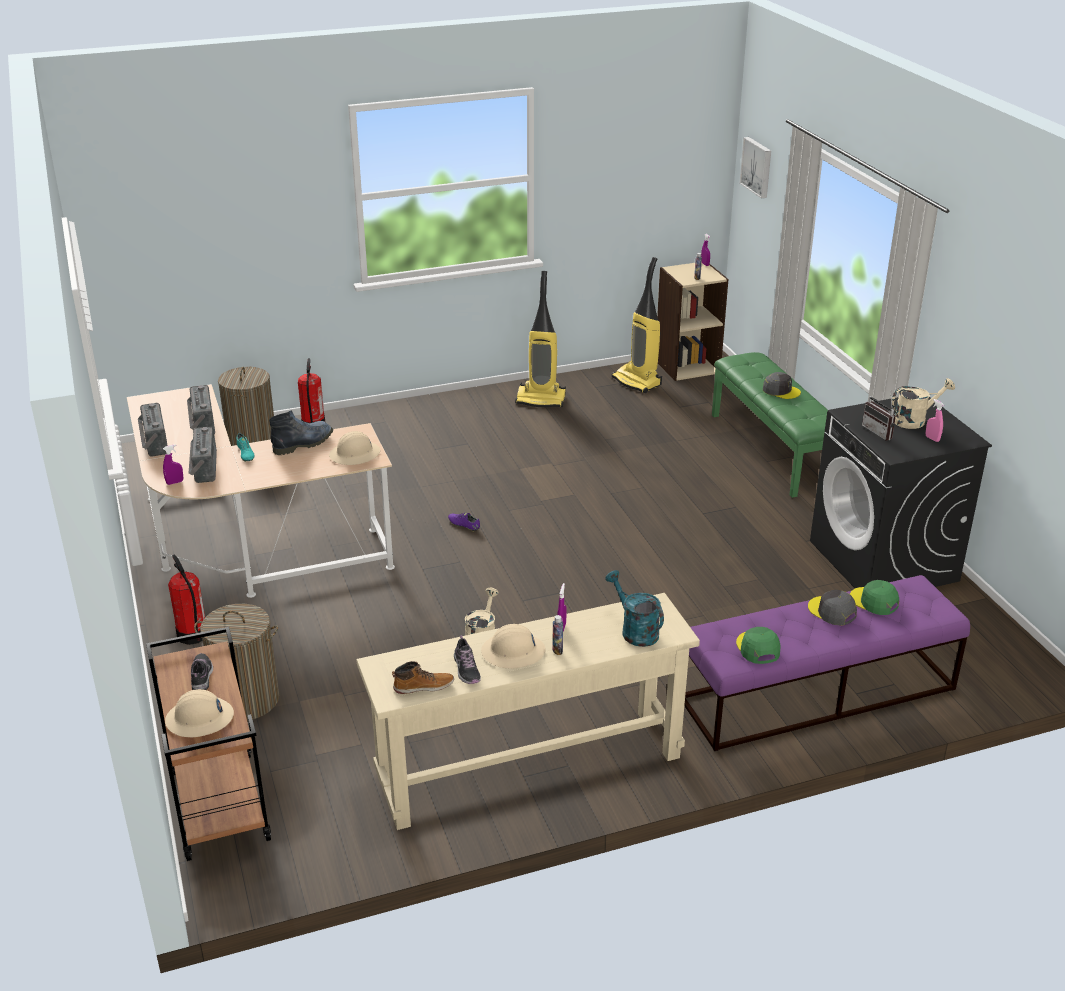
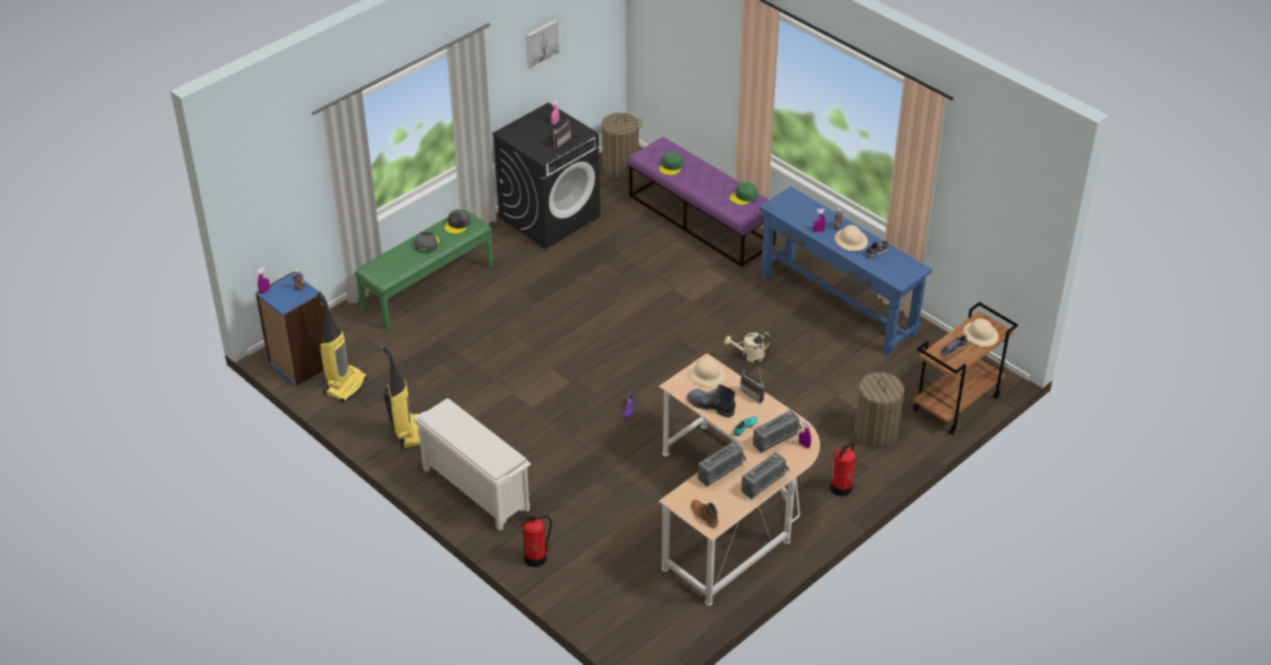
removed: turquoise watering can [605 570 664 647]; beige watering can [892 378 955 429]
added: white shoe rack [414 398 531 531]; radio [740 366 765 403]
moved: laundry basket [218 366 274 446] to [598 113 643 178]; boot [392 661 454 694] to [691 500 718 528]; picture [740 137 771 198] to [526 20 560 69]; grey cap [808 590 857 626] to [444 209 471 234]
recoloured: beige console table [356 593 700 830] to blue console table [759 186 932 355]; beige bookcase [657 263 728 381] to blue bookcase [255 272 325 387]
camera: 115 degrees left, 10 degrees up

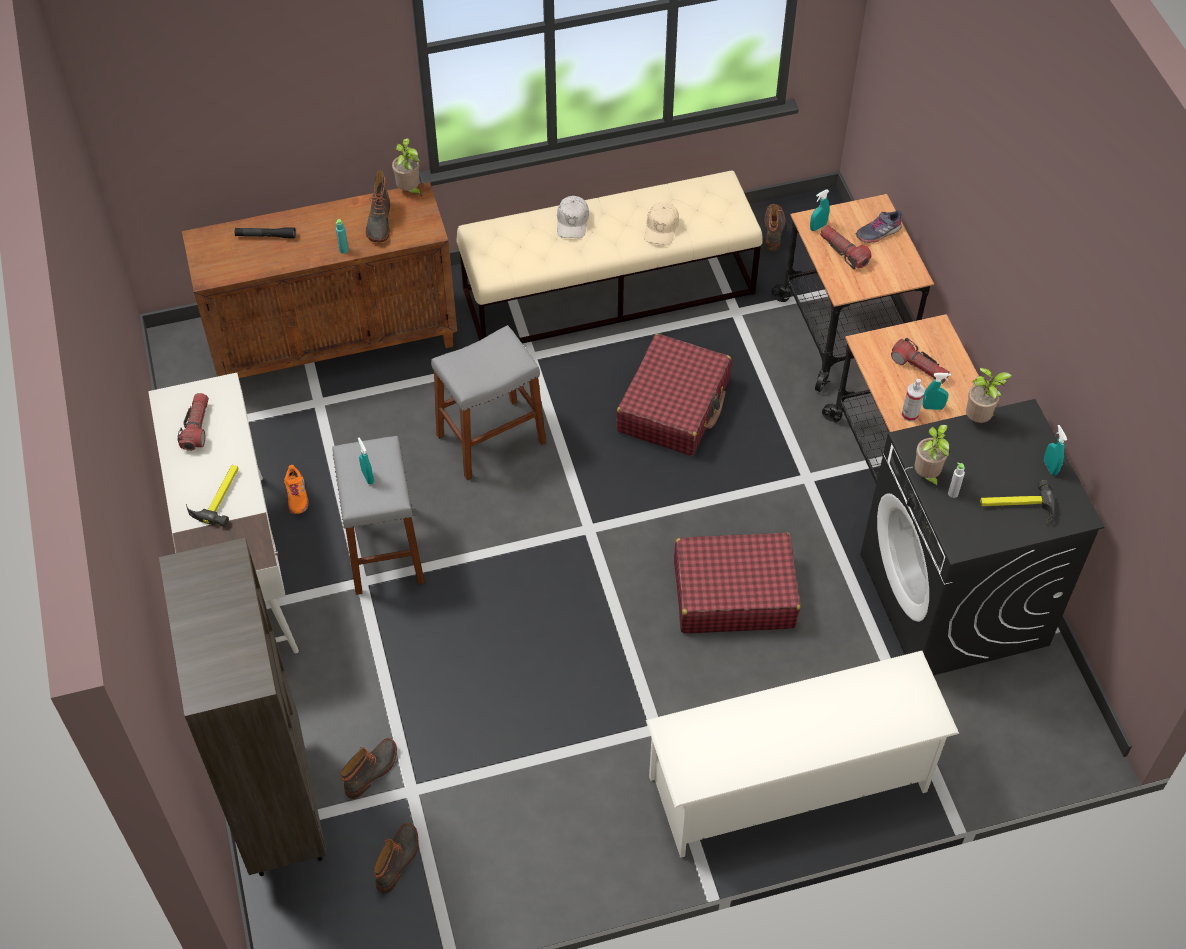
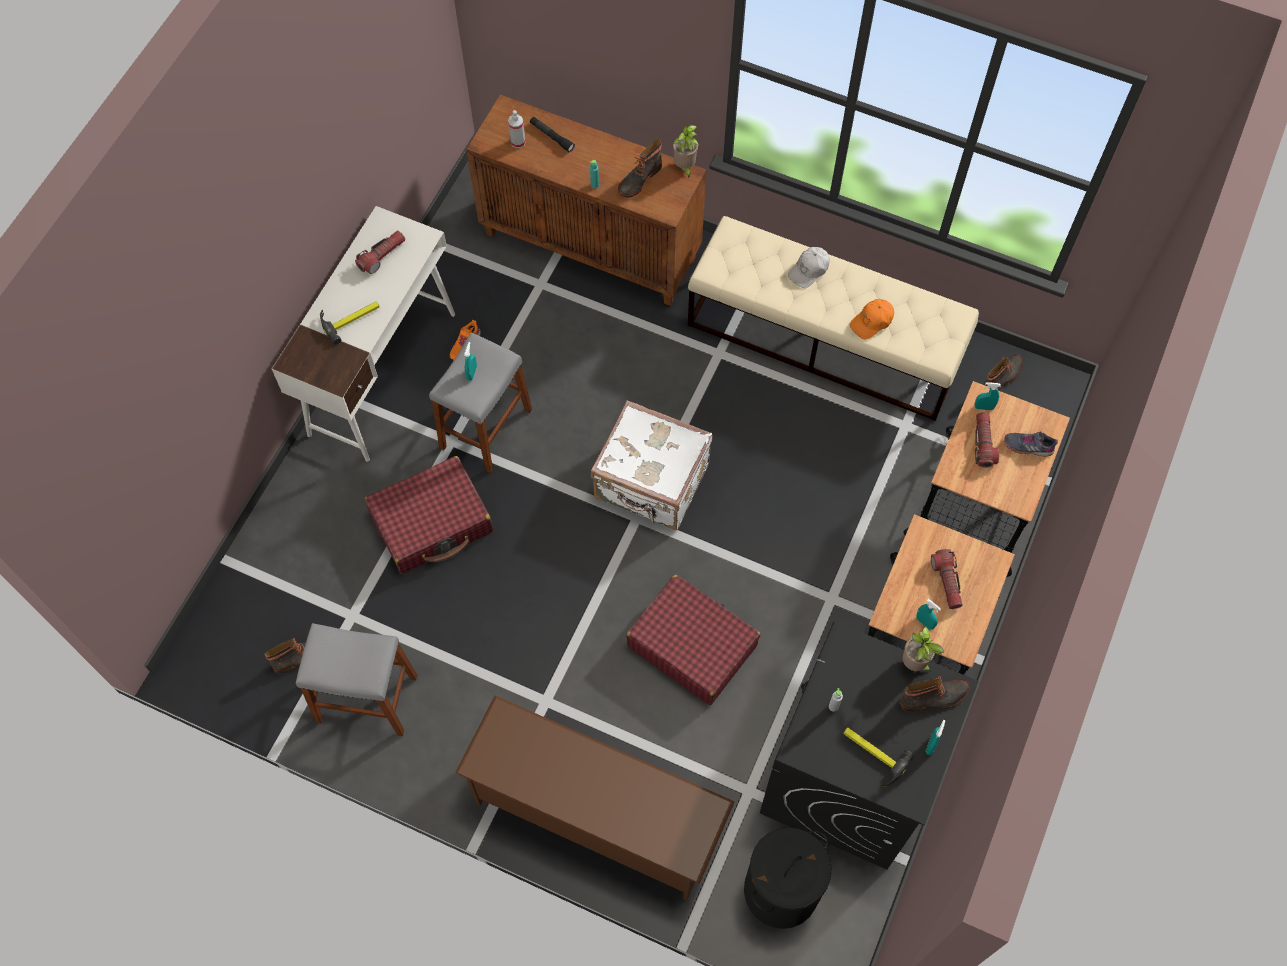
removed: brown bookcase [159 538 326 876]; potted plant [914 425 950 488]
added: white suitcase [591 400 713 530]; black laundry basket [744 827 832 929]
moved: boot [341 738 397 799] to [900 676 970 712]; grey stool [431 325 546 480] to [296 623 417 736]; red suitcase [616 334 732 456] to [365 456 493 574]; spray bottle [902 379 925 422] to [508 110 526 148]
recoloured: beige cap [644 202 679 245] to orange cap [850 299 894 339]; white shoe rack [646 651 959 858] to brown shoe rack [455 695 735 901]
camera: 40 degrees right, 10 degrees up

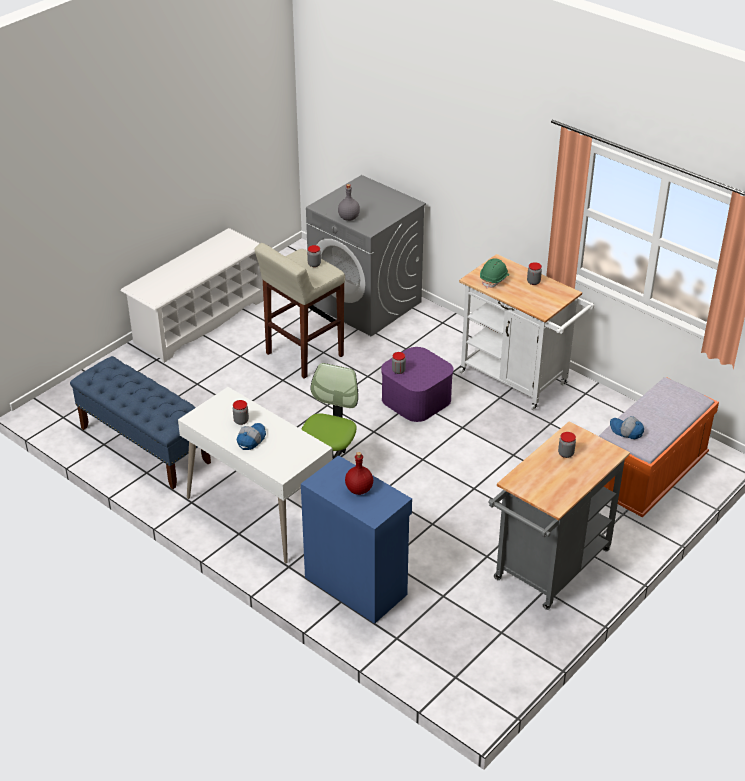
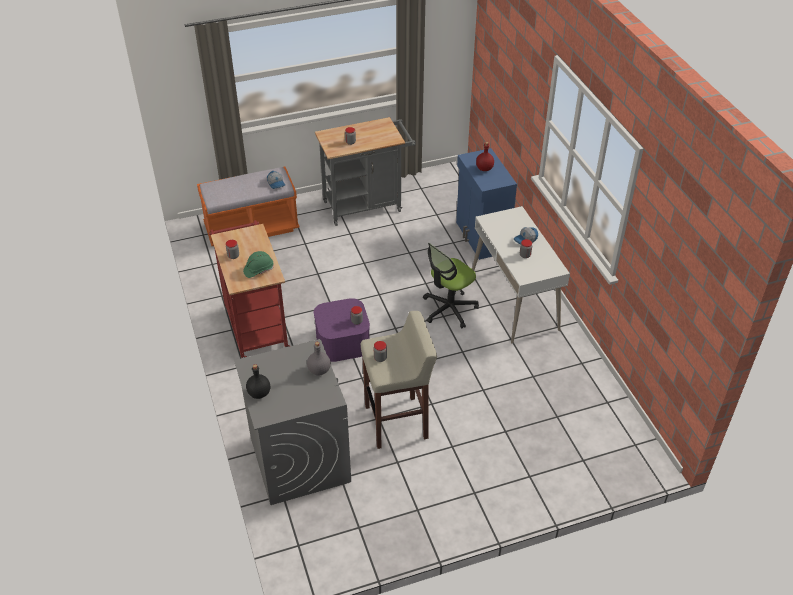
removed: blue bench [70 356 211 489]; white shoe rack [121 228 264 363]
added: black bottle [246 364 270 399]
recoloured: white cart [459 254 594 410] to red cart [209 220 290 358]
camera: 150 degrees left, 5 degrees up

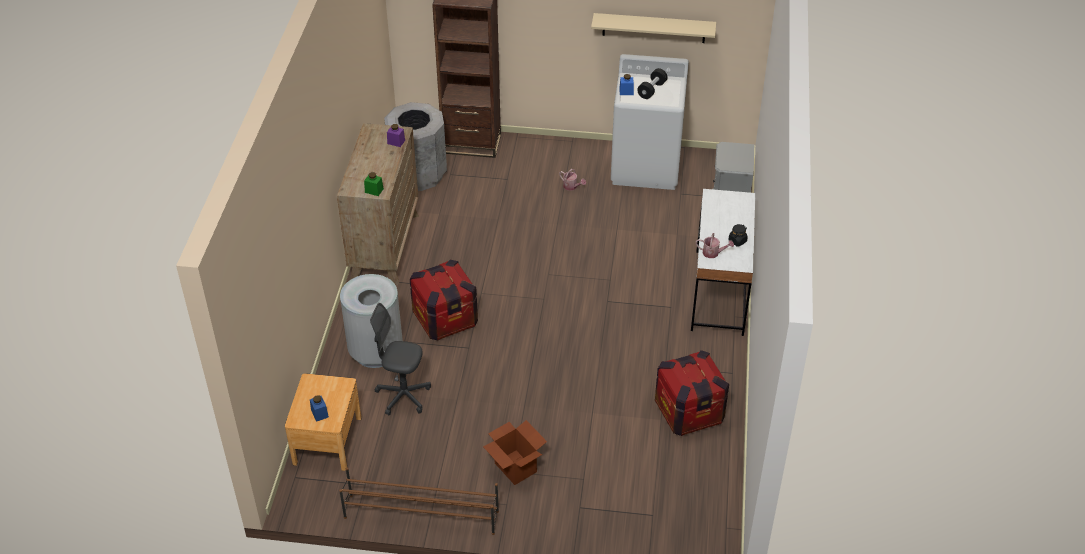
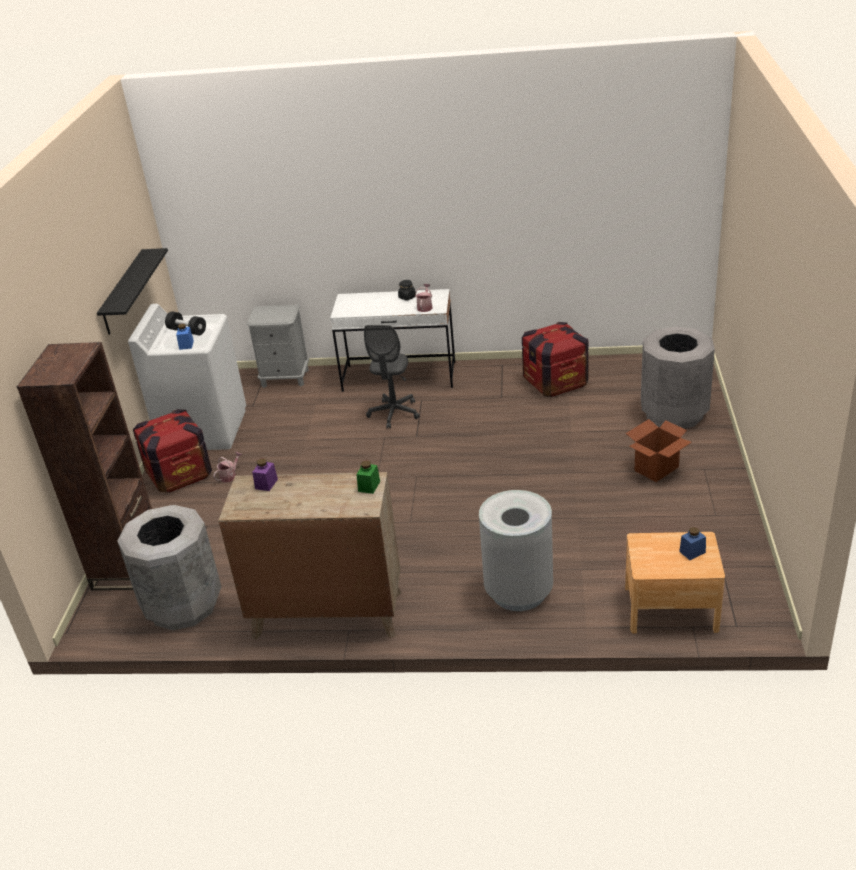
removed: brown shoe rack [339 468 499 535]
added: grey trash can [641 326 715 429]
moved: grey office chair [370 303 431 415] to [364 325 419 429]; crate [410 260 478 340] to [133 409 212 493]
recoloured: beige shelf [591 13 716 43] to black shelf [97 248 168 335]
camera: 90 degrees left, 10 degrees down

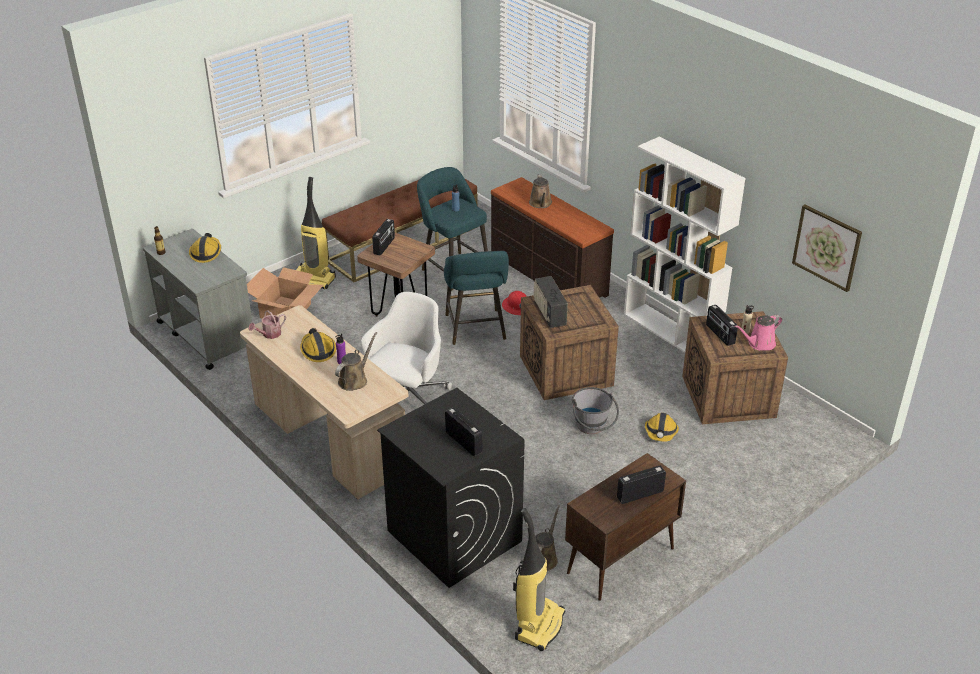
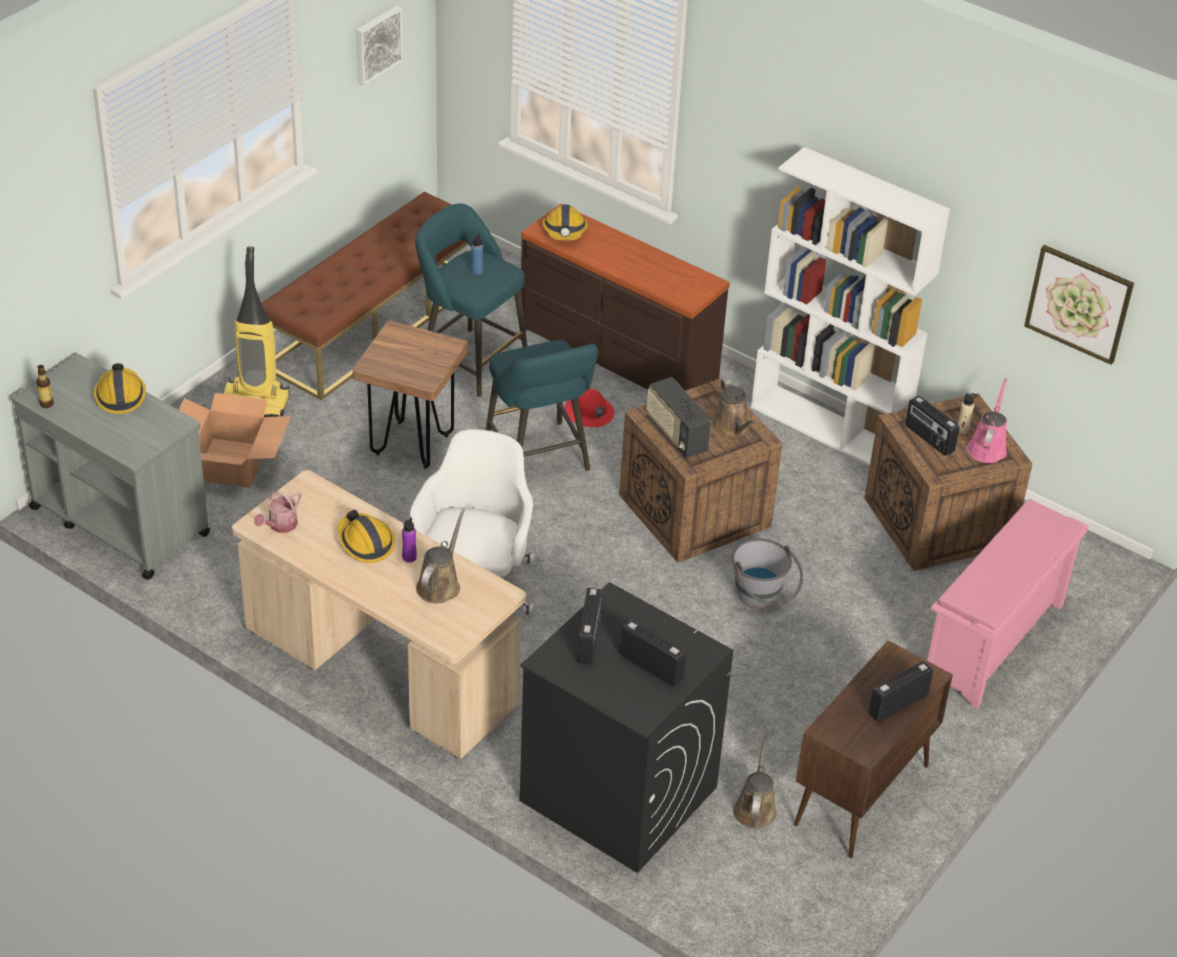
removed: vacuum cleaner [513 508 565 651]
added: picture [356 6 403 86]; pink shoe rack [927 499 1088 709]
moved: radio [372 219 395 256] to [578 588 601 664]; brown watering can [529 174 552 208] to [712 378 755 438]; hard hat [645 413 679 442] to [542 204 588 240]
turned: pink watering can [735 315 782 350] = [967 378 1007 463] 150 degrees clockwise
camera: 15 degrees left, 5 degrees up

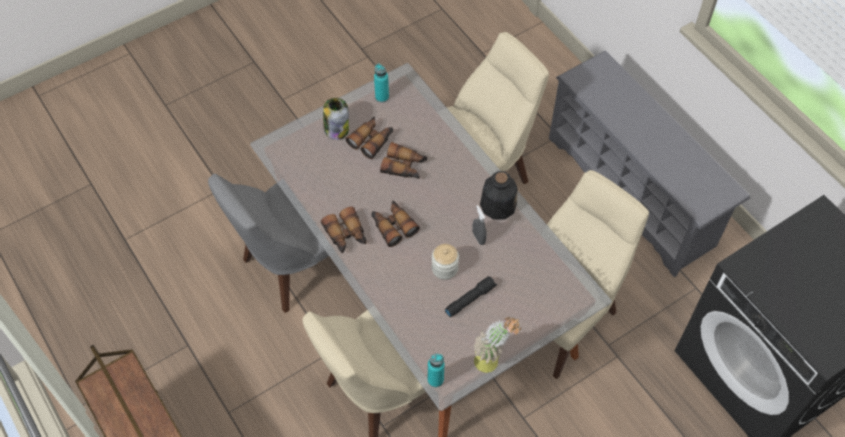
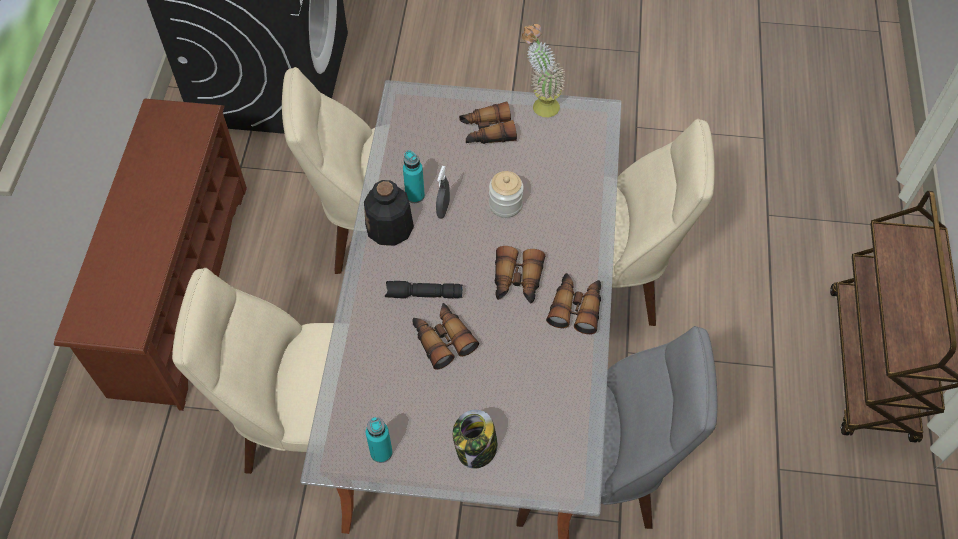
moved: binoculars [346 116 393 159] to [459 101 517 144]; turquoise bottle [428 353 445 387] to [403 150 425 203]; black flashlight [445 276 497 317] to [385 281 463 298]
recoloured: grey shoe rack [549 51 750 277] to brown shoe rack [54 99 247 411]
camera: 140 degrees left, 0 degrees up

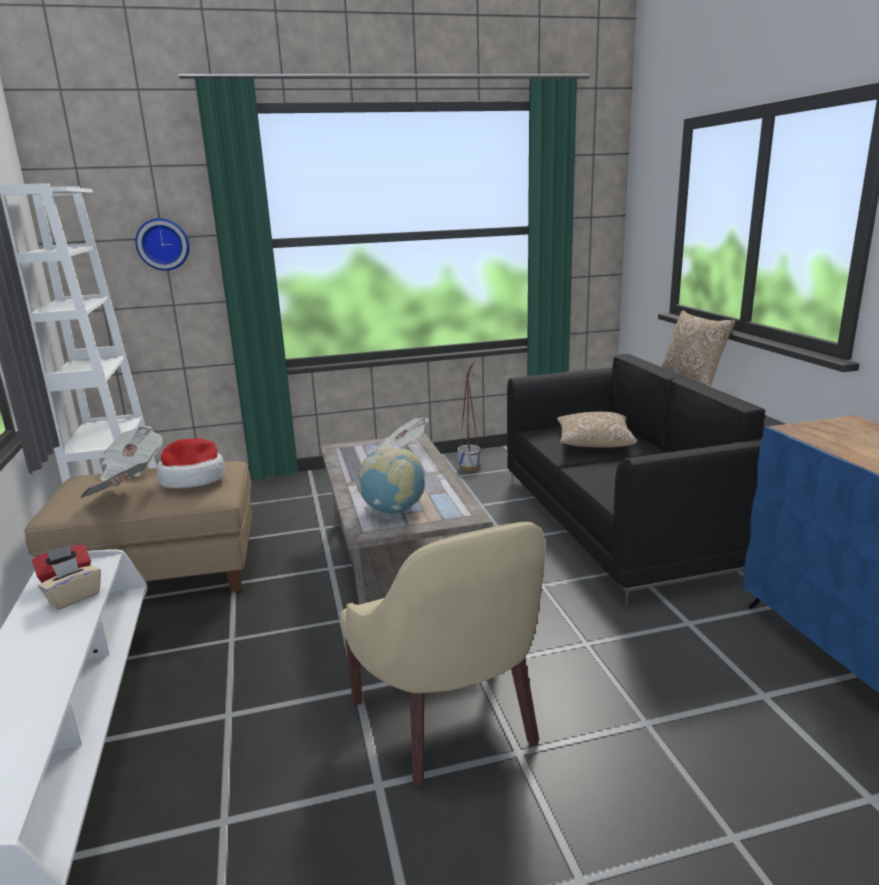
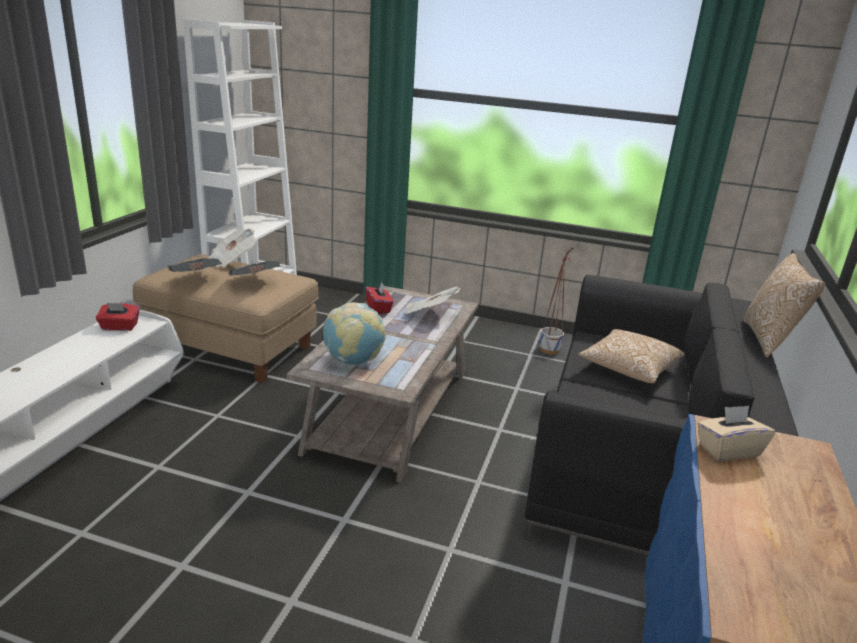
removed: wall clock [135 218 190 271]; beige armchair [340 522 545 786]
added: red tissue box [365 282 394 314]
moved: beige tissue box [38 557 101 610] to [698 406 775 461]
replaced: hat [156 438 225 488] to newspaper [228 261 280 276]
camera: 30 degrees right, 5 degrees up

